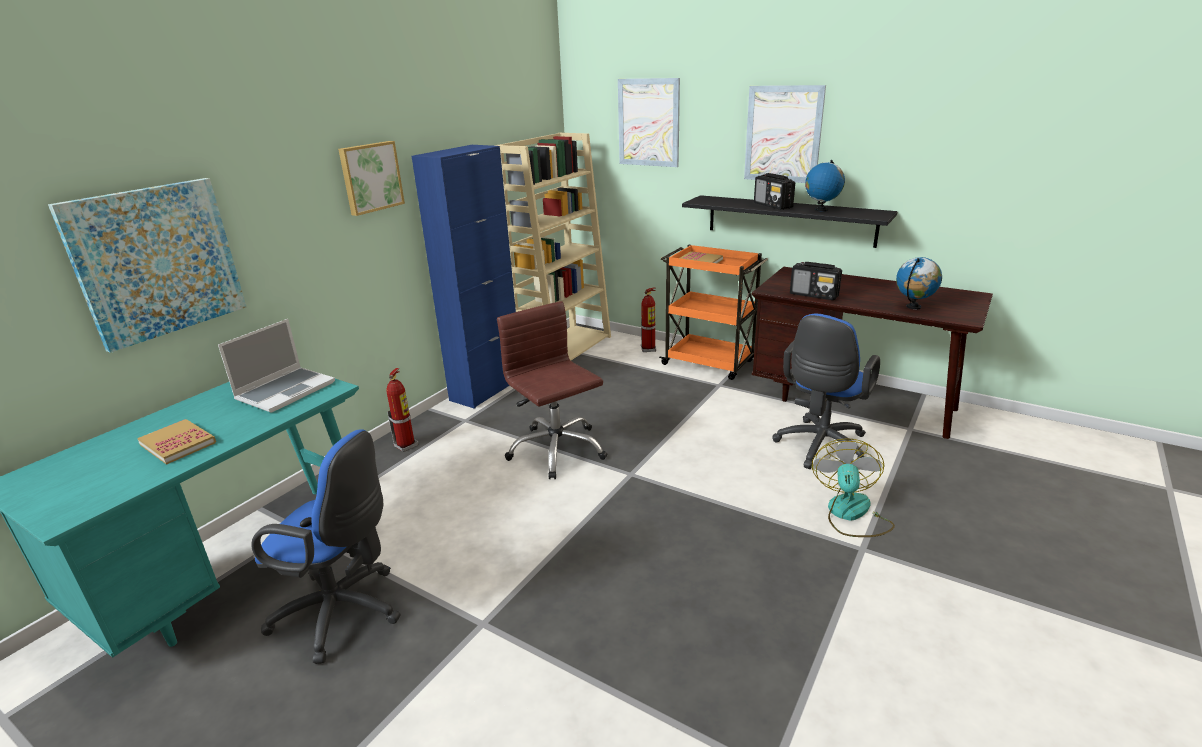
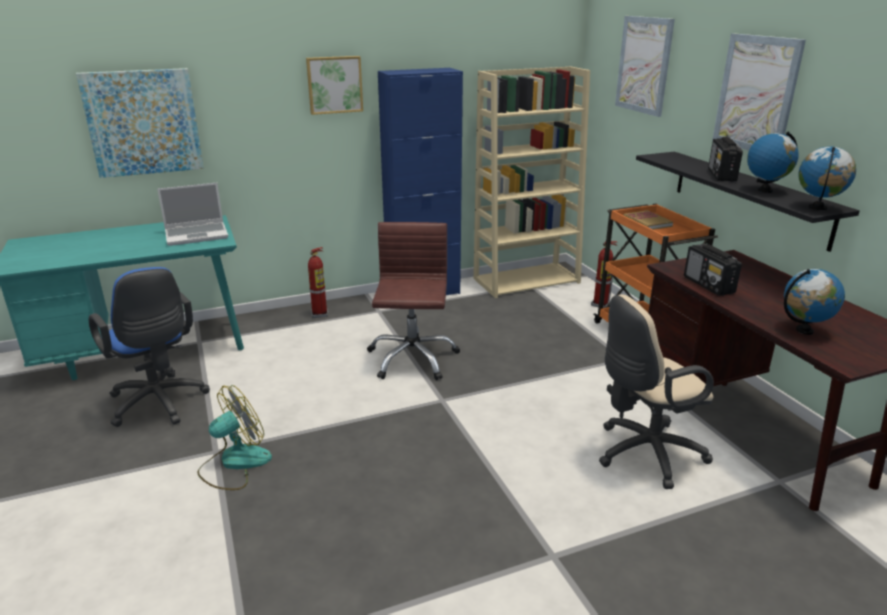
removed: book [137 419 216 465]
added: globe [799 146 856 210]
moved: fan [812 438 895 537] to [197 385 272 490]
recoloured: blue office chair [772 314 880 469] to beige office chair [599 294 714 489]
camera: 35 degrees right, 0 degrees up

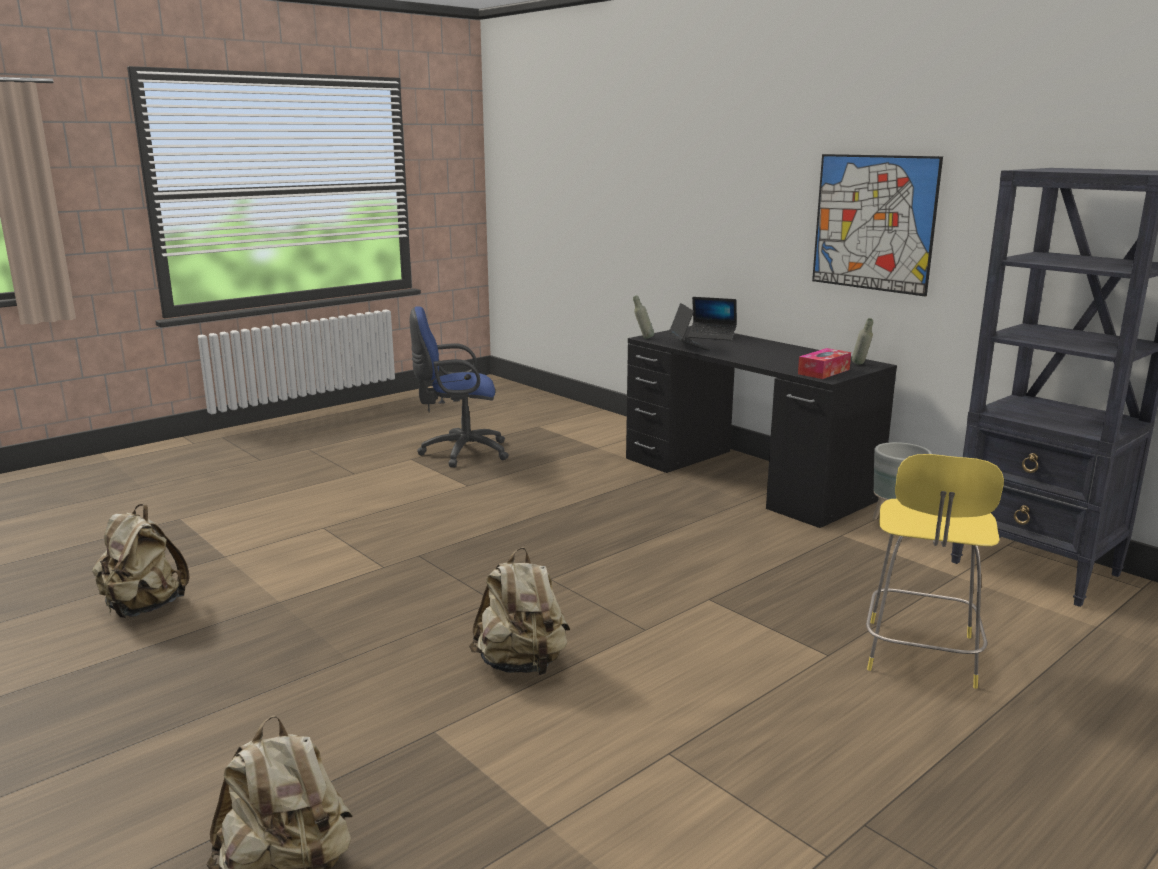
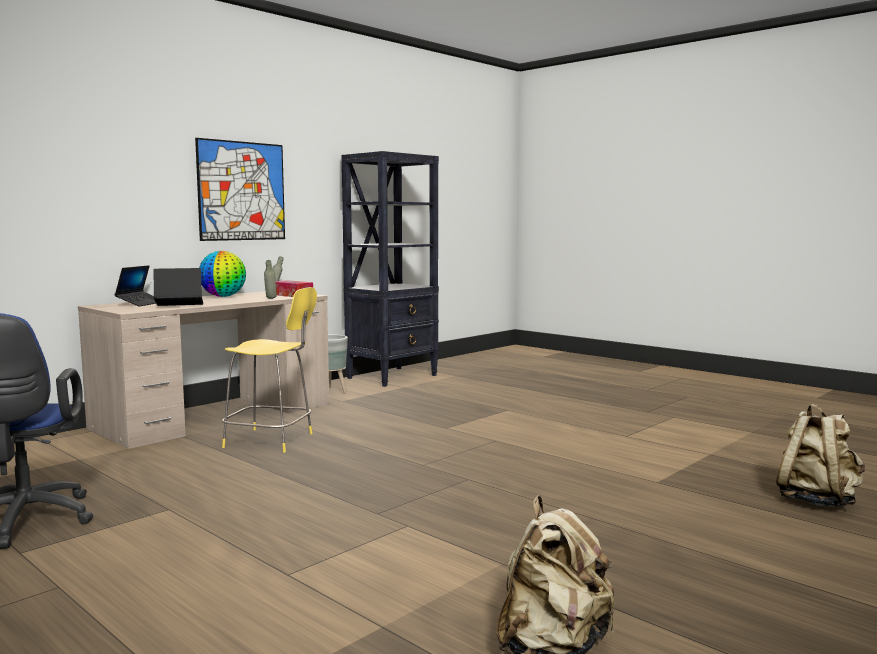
removed: beige backpack [469 547 570 675]
added: globe [199 251 246 297]
moved: grey bottle [633 295 654 339] to [264 260 277 299]; yellow stool [866 454 1004 689] to [222 287 317 453]
recoloured: black desk [626 326 897 528] to beige desk [78 291 329 449]
camera: 95 degrees left, 10 degrees down

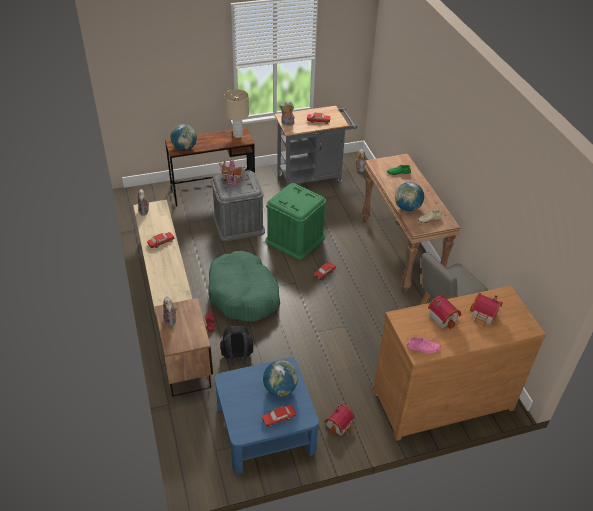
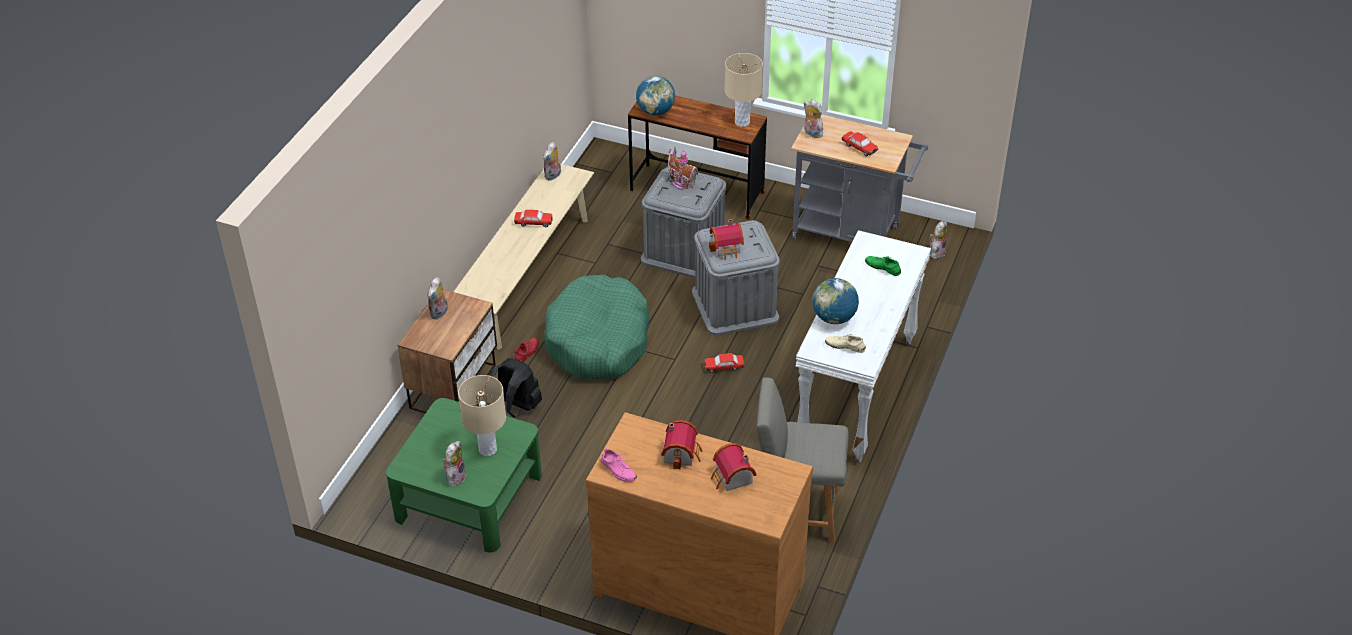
moved: toy house [325 404 355 436] to [709 219 744 260]
replaced: toy car [262 405 296 427] to plush toy [442 441 465 487]; globe [263 361 298 397] to beige table lamp [458 375 506 456]
recoloured: blue coffee table [215 358 319 474] to green coffee table [386 398 542 552]; green storage box [265 183 326 260] to grey storage box [692 220 780 335]; brown console table [362 154 460 293] to white console table [795 230 931 463]
camera: 40 degrees right, 0 degrees up

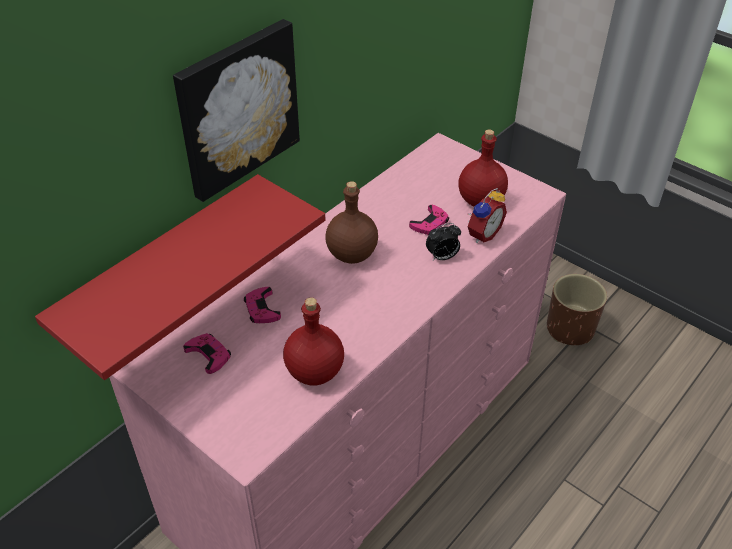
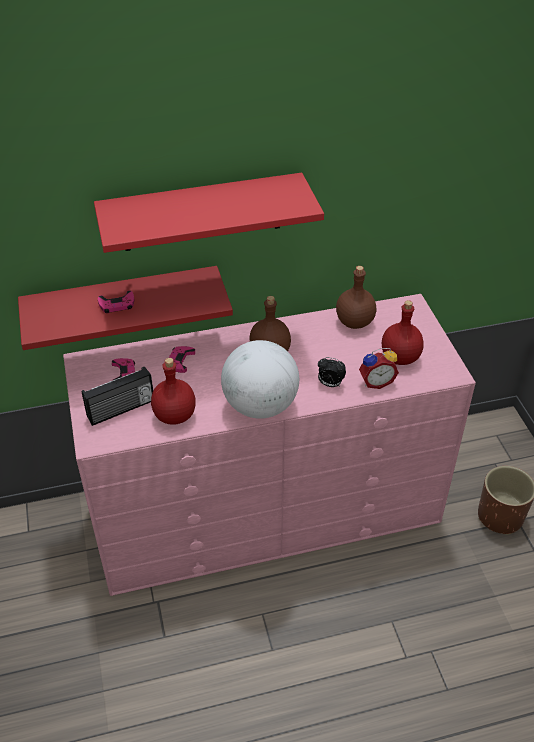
added: radio [81 367 153 426]; globe [221 340 299 419]; brown bottle [336 266 376 329]
moved: pink game controller [409 205 449 235] to [98 291 134 313]
replaced: picture [173 19 300 202] to red shelf [94 173 324 253]
camera: 35 degrees right, 0 degrees up

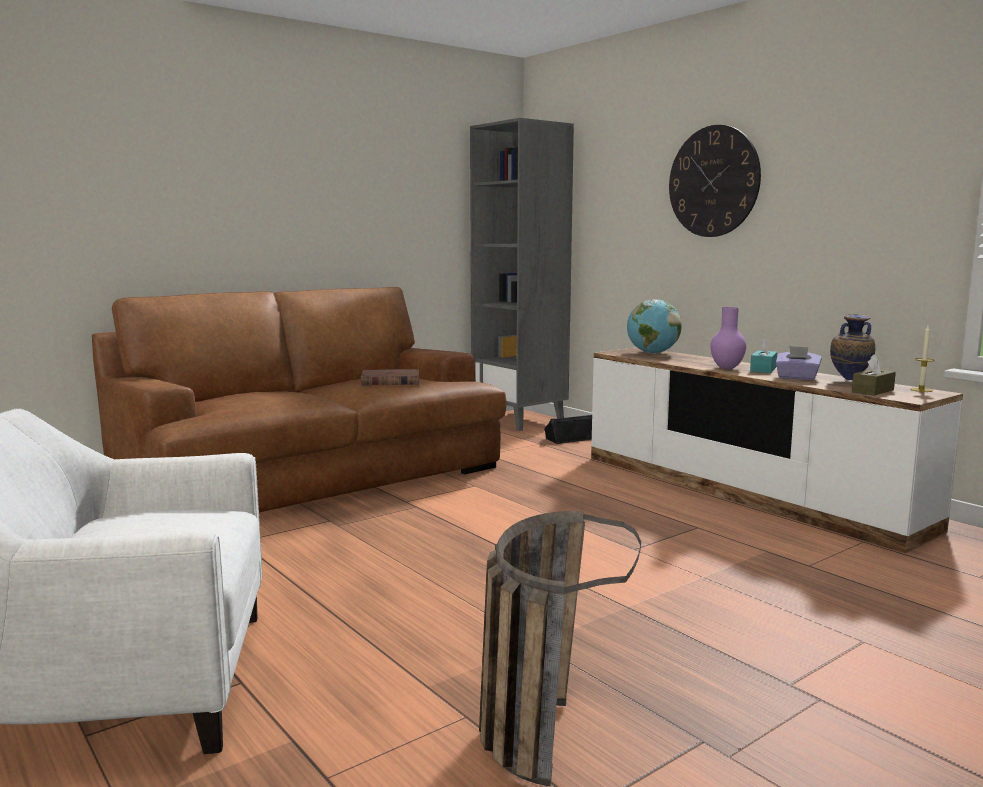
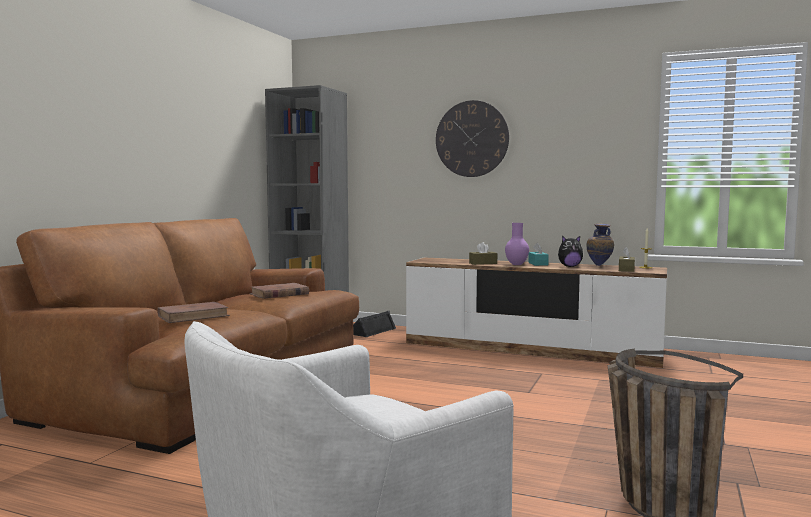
removed: globe [627 299 682 354]
added: brown book [157 302 230 323]; brown tissue box [469 242 497 265]
replaced: purple tissue box [776 346 822 380] to plush toy [558 236 583 267]
camera: 30 degrees left, 5 degrees down

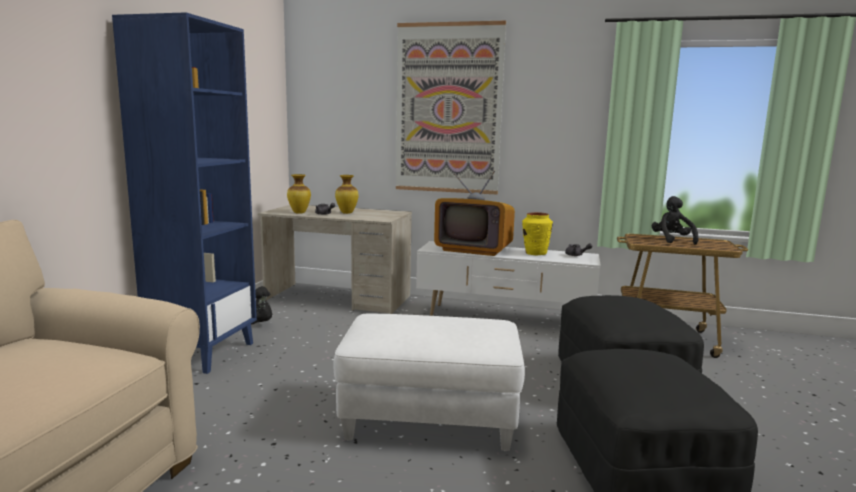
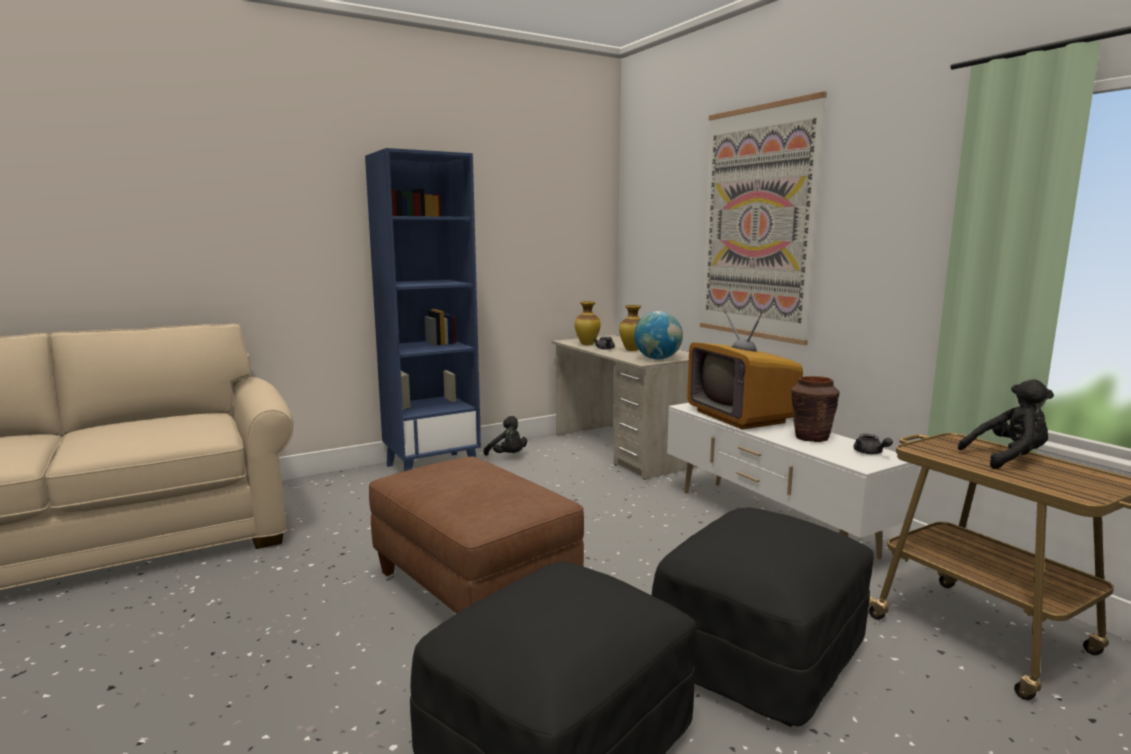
added: globe [634 311 683 360]
recoloured: white ottoman [333 314 525 451] to brown ottoman [369 456 584 614]; yellow vase [522 212 553 255] to brown vase [791 376 839 442]
turned: black plush toy [652 196 698 245] = [958 379 1054 469] 45 degrees clockwise
camera: 45 degrees right, 0 degrees up

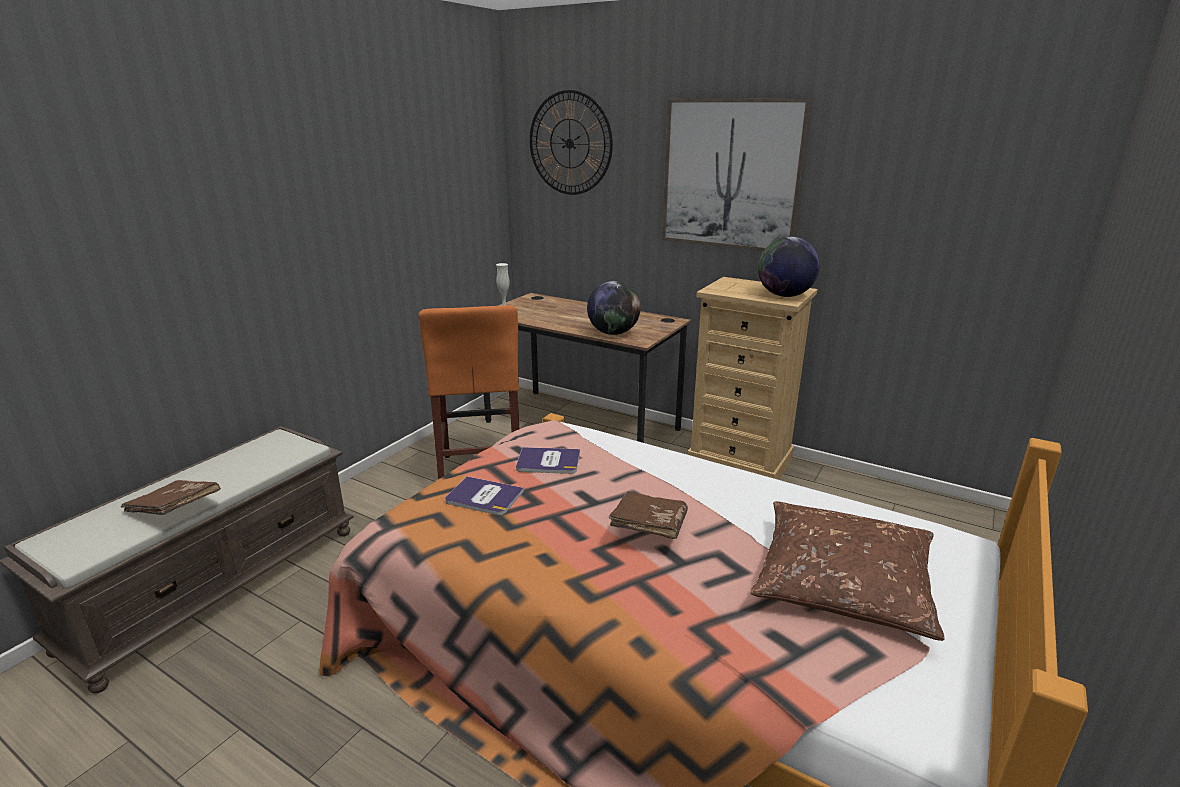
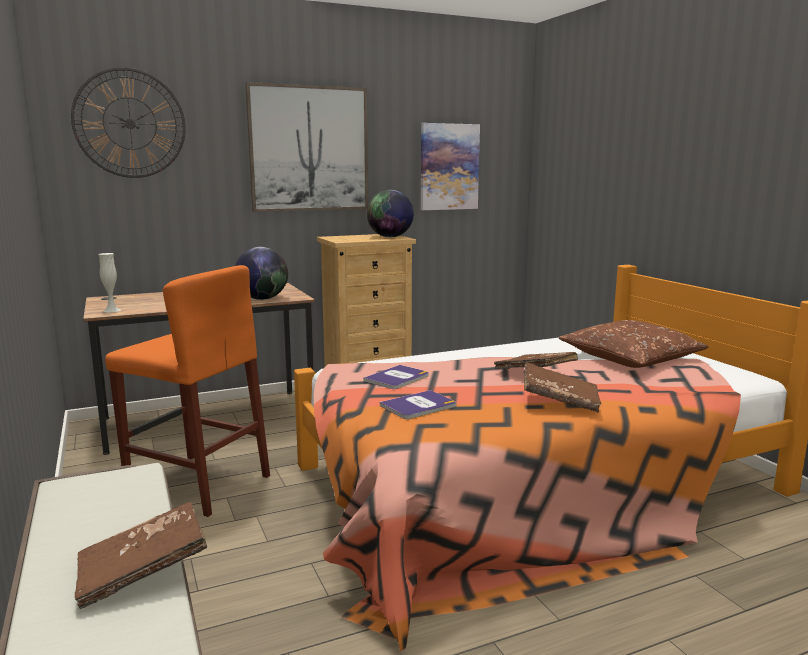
added: picture [421 123 480 210]; brown book [524 363 601 412]
camera: 55 degrees left, 10 degrees down

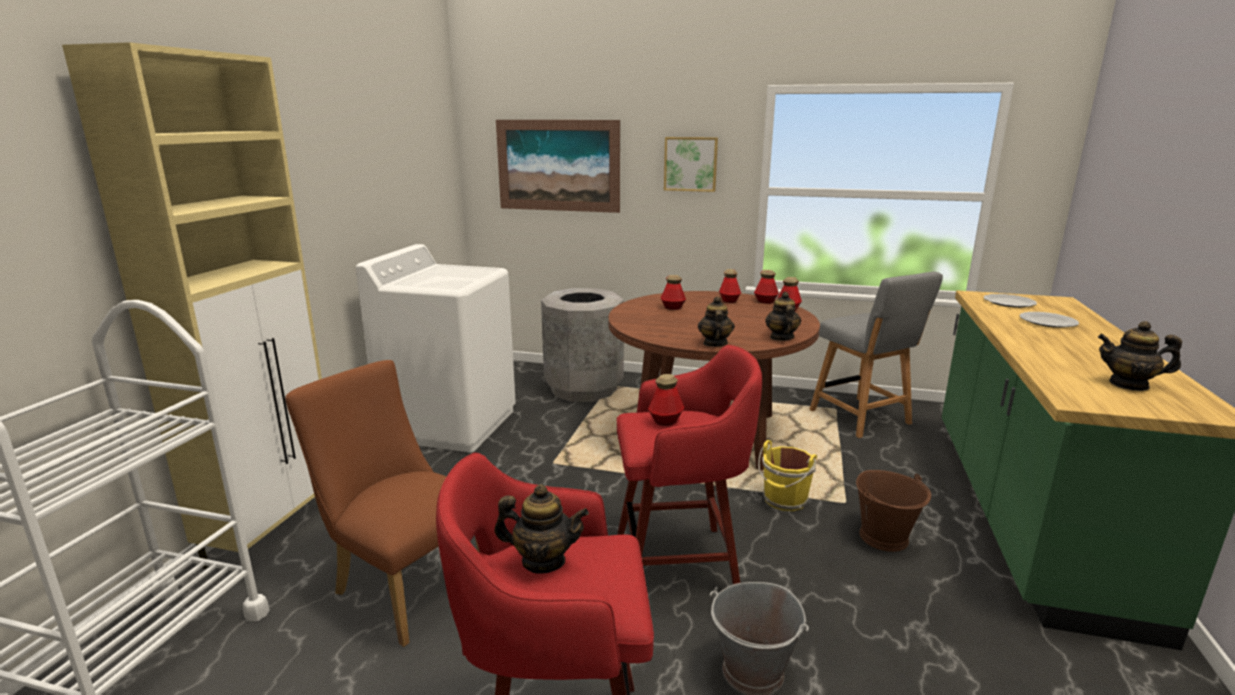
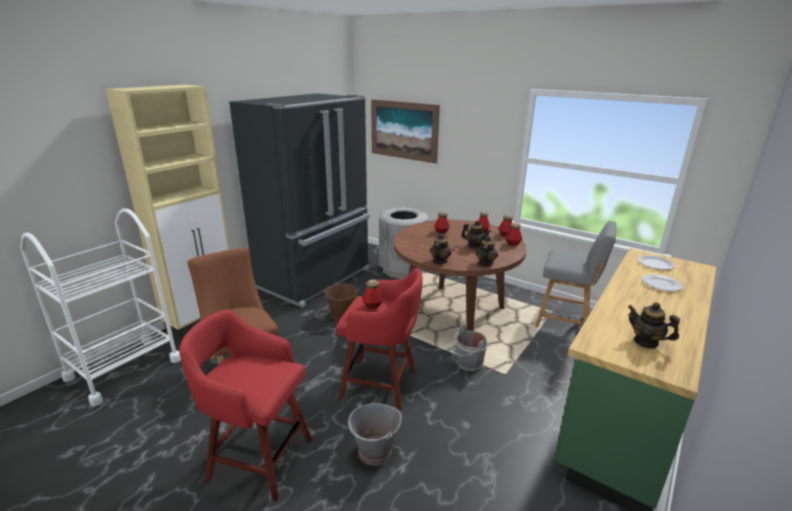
removed: picture [664 137 718 192]
moved: teapot [494 484 589 573] to [461 221 491 249]; brown bucket [856 470 931 552] to [323 283 360 321]
replaced: white washing machine [356 244 516 452] to black fridge [229 93 369 307]
recoloured: yellow bucket [758 440 817 511] to grey bucket [452 325 489 371]
turned: grey chair [809 272 943 438] = [535 221 616 328] 60 degrees counterclockwise
camera: 20 degrees right, 5 degrees up

